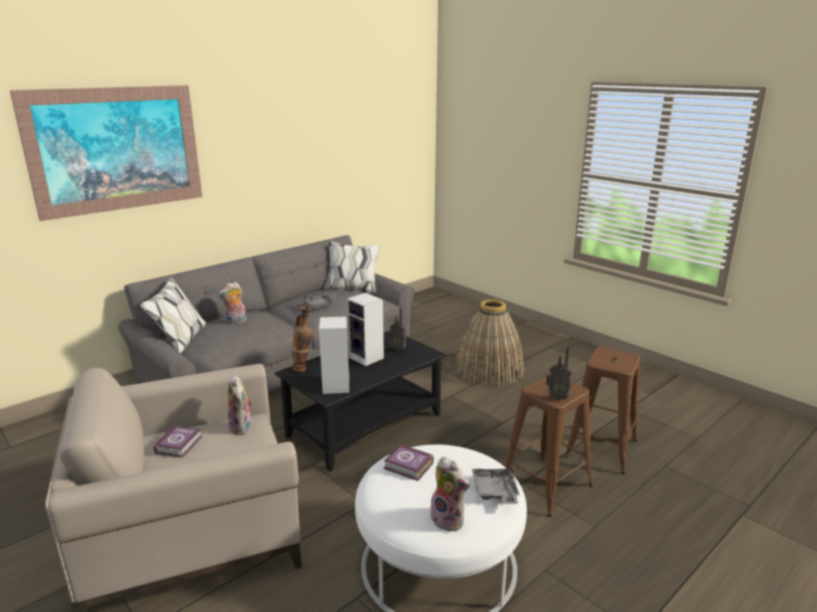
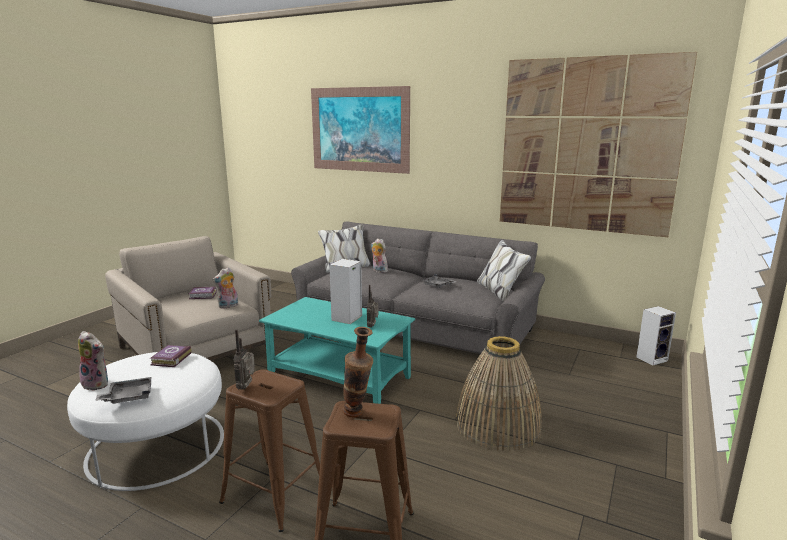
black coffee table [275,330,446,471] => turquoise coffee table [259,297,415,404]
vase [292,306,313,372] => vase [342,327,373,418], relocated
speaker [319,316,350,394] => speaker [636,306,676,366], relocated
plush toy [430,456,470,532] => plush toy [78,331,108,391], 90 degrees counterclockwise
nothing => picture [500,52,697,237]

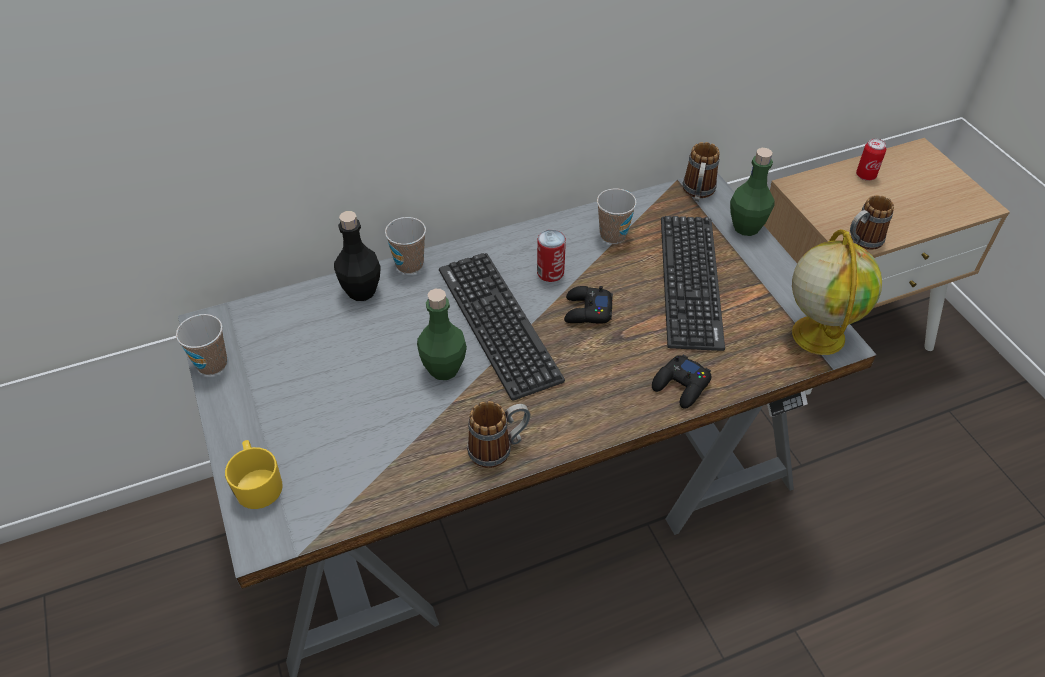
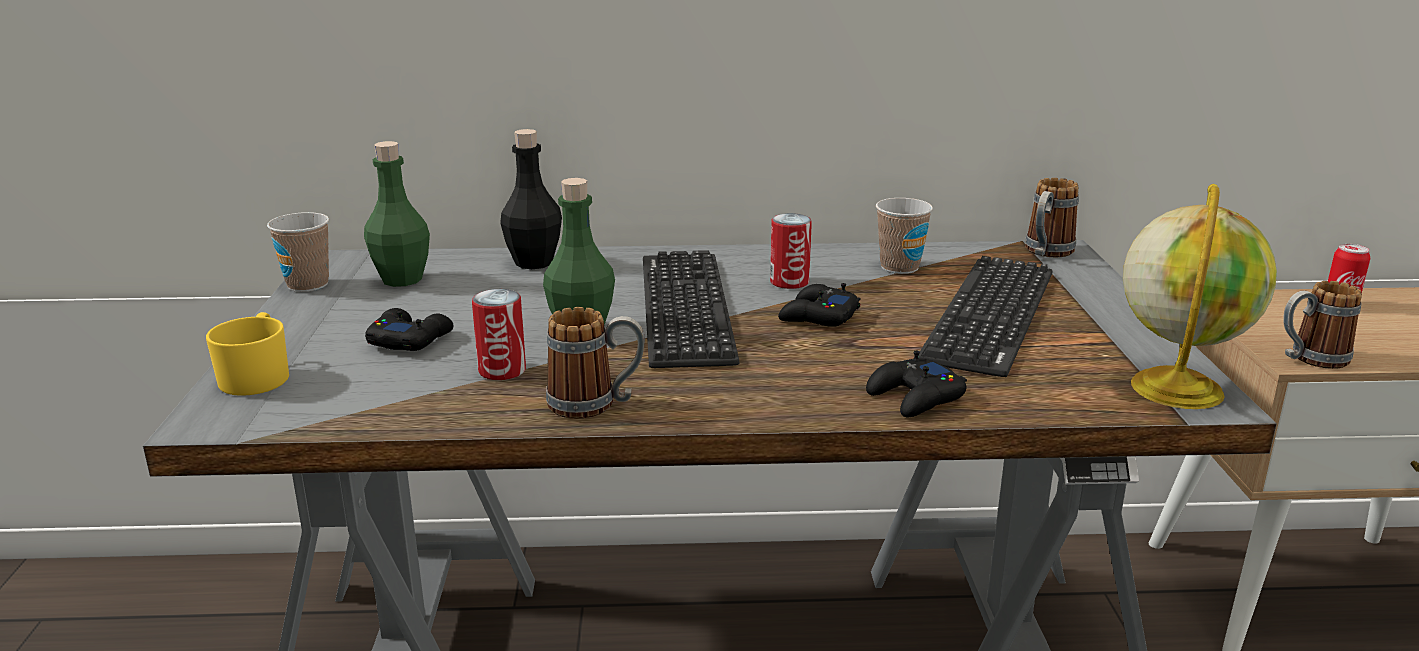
cup [385,217,426,274] => nothing
green bottle [730,148,775,236] => green bottle [364,141,430,287], relocated
nothing => black game controller [365,308,453,351]
nothing => can [472,289,526,380]

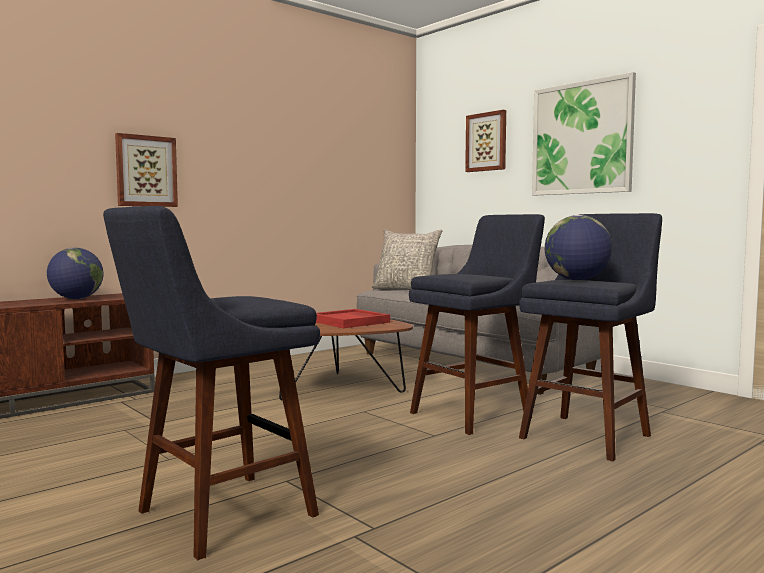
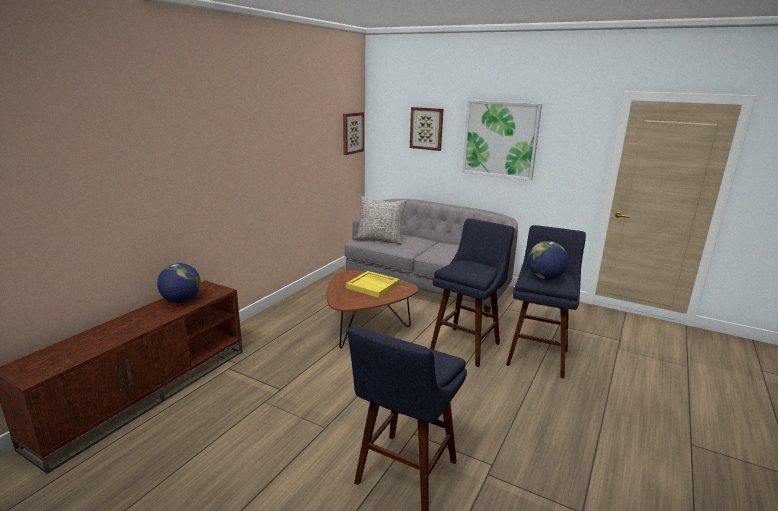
picture [115,133,178,207] => picture [343,112,364,155], relocated
red tray [316,309,390,328] => yellow tray [346,271,400,298]

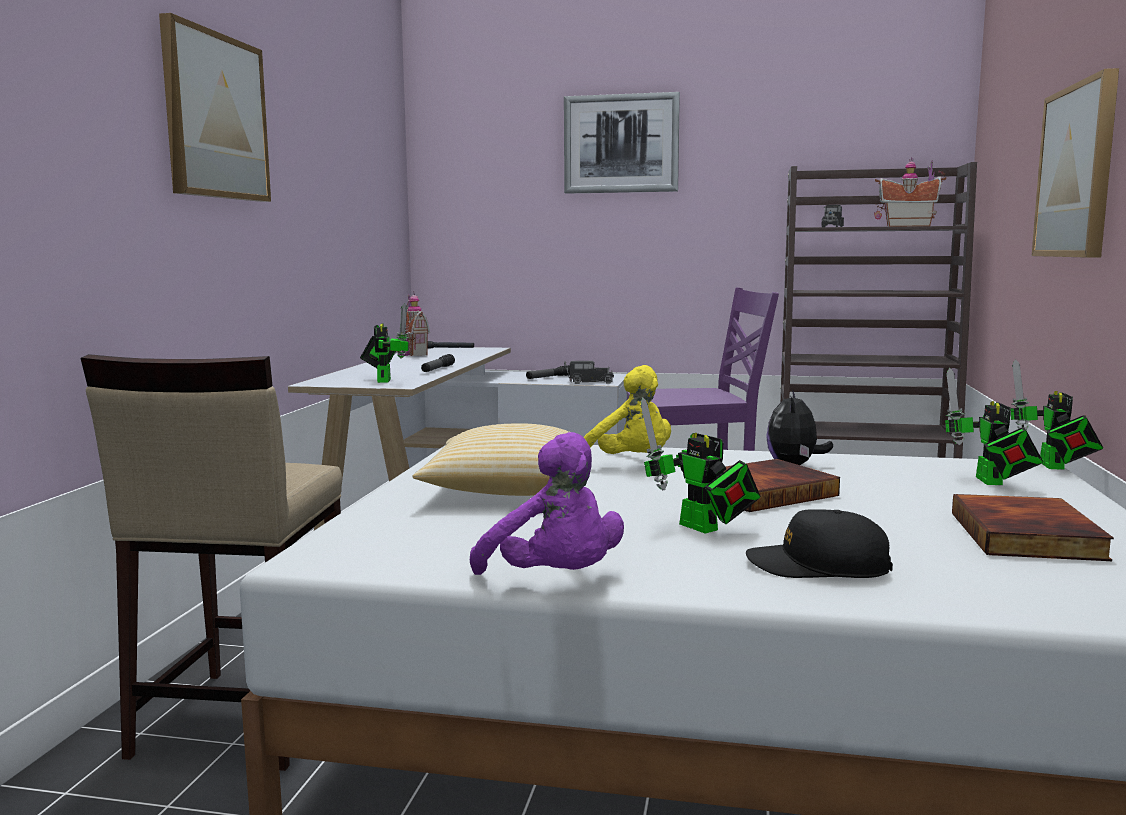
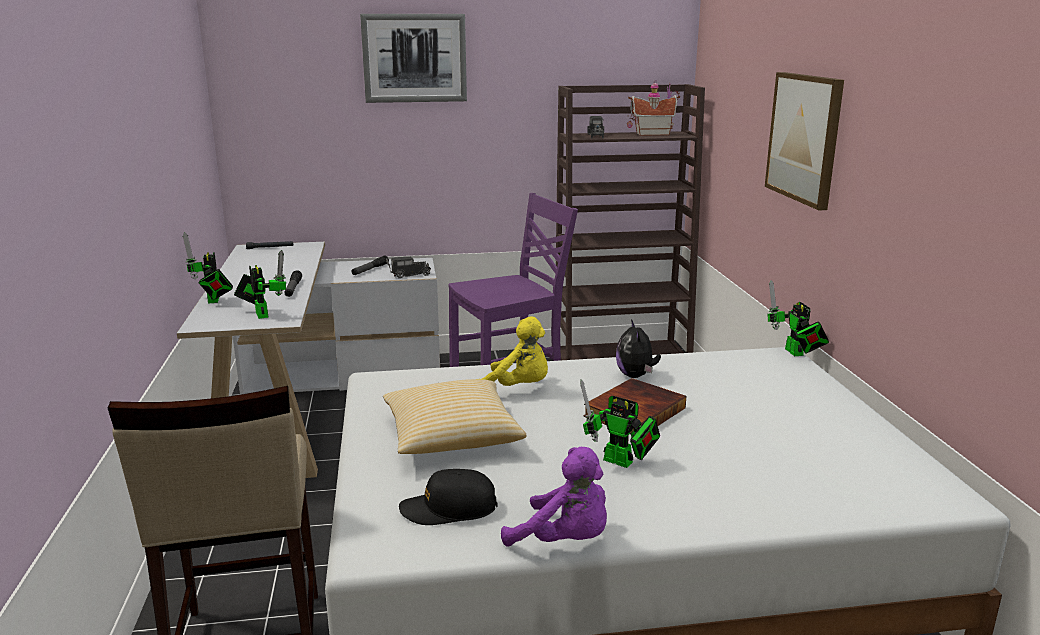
picture [159,13,271,202] => nothing
toy house [398,291,430,356] => nothing
black cap [746,509,893,578] => black cap [399,469,497,525], relocated
toy robot [945,368,1043,485] => toy robot [183,232,233,304], relocated
book [952,494,1114,561] => nothing

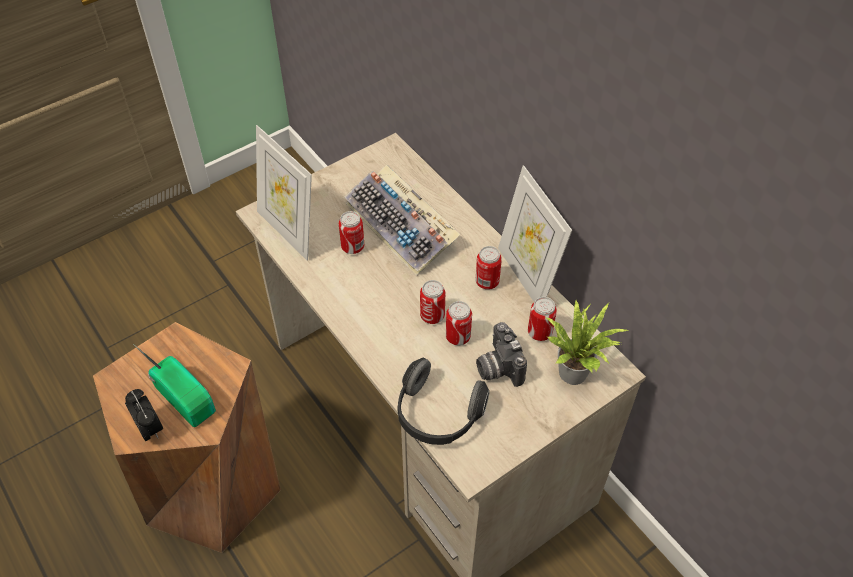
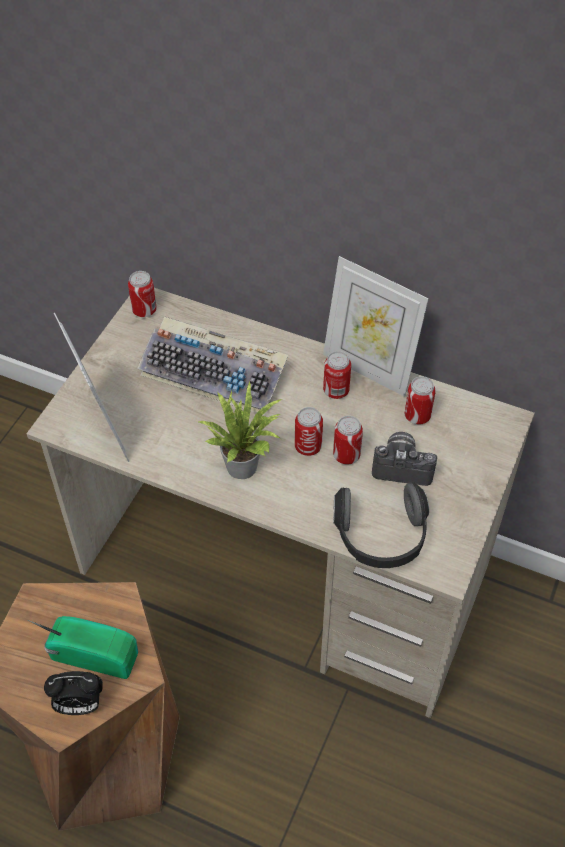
alarm clock [125,389,163,441] => alarm clock [44,671,103,715], 150 degrees clockwise
picture frame [256,125,312,261] => picture frame [54,312,129,462], 135 degrees counterclockwise
can [339,211,364,254] => can [128,271,157,317], relocated
photo camera [476,322,527,387] => photo camera [372,432,437,486], 150 degrees clockwise
potted plant [546,301,630,385] => potted plant [197,382,281,479], relocated

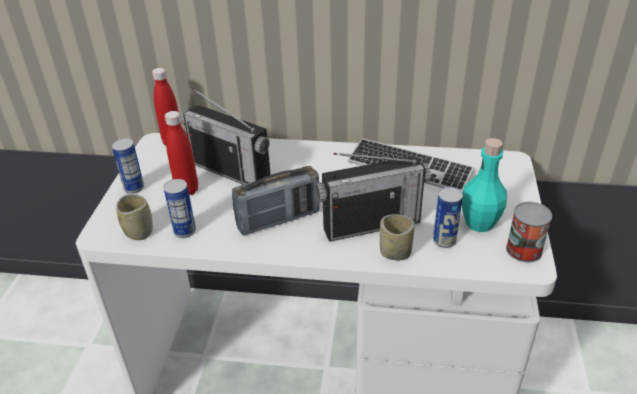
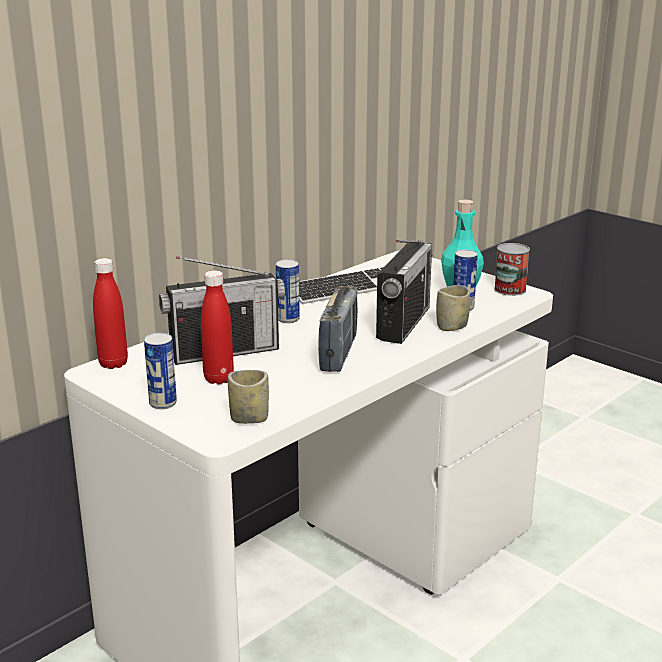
can [164,179,196,238] => can [276,260,300,323], relocated

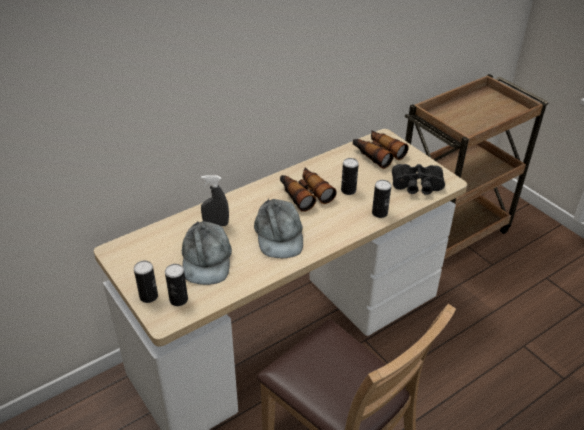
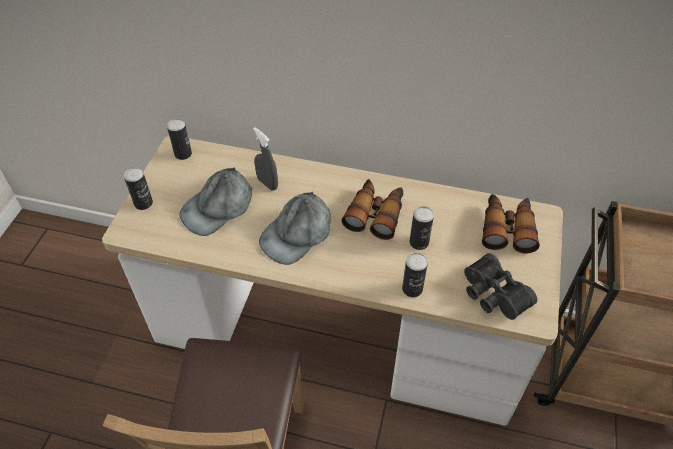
can [165,264,188,306] => can [167,118,192,160], relocated

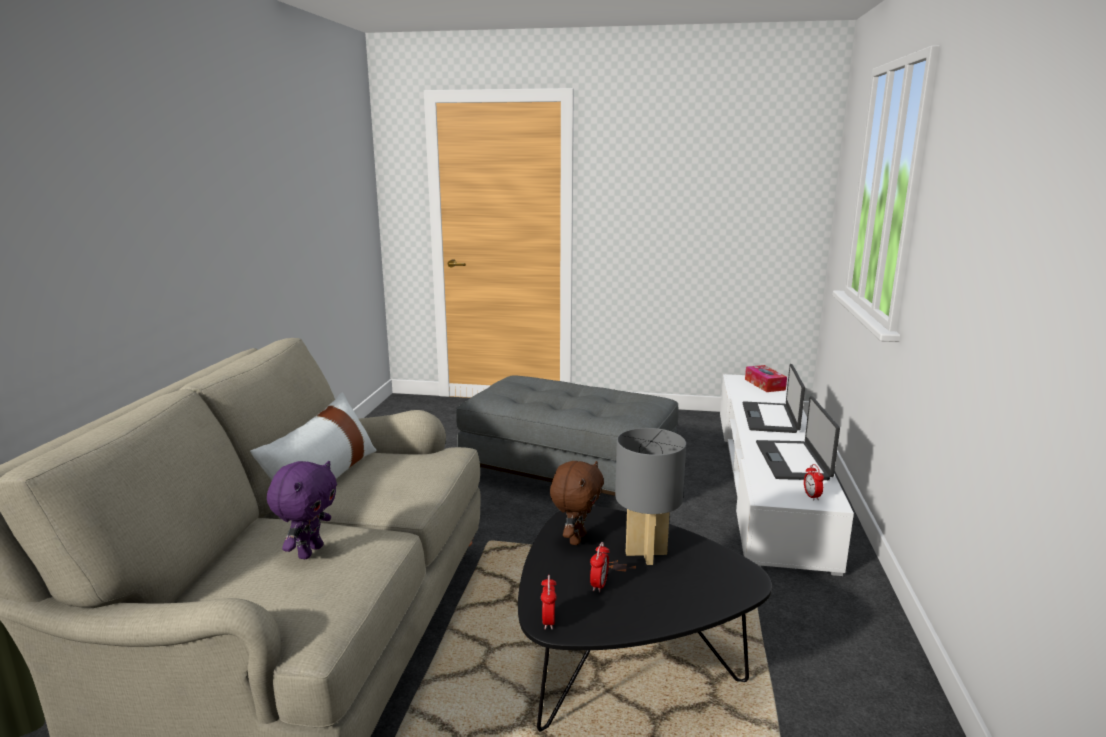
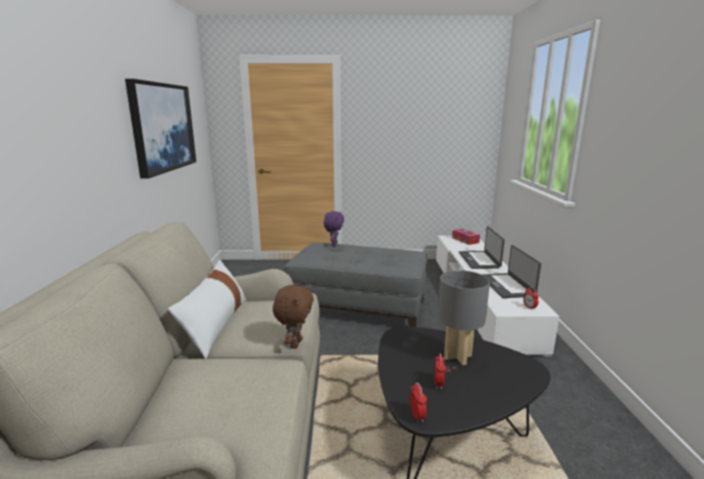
purple plush toy [267,461,337,559] => purple plush toy [324,211,344,246], relocated
brown plush toy [550,461,604,545] => brown plush toy [273,284,314,349], relocated
nothing => picture [125,79,196,179]

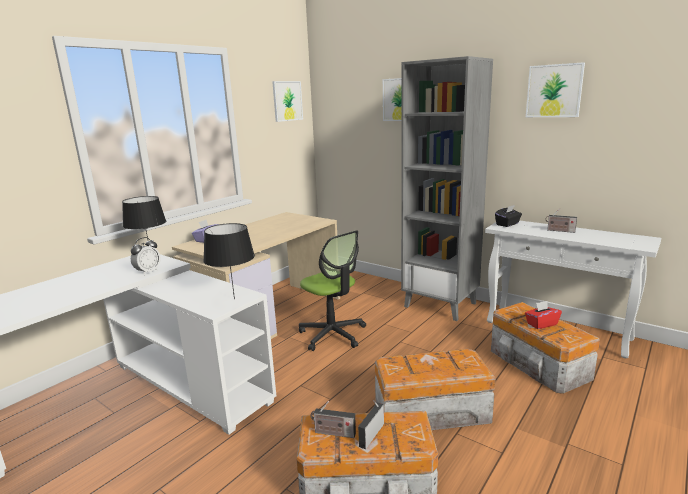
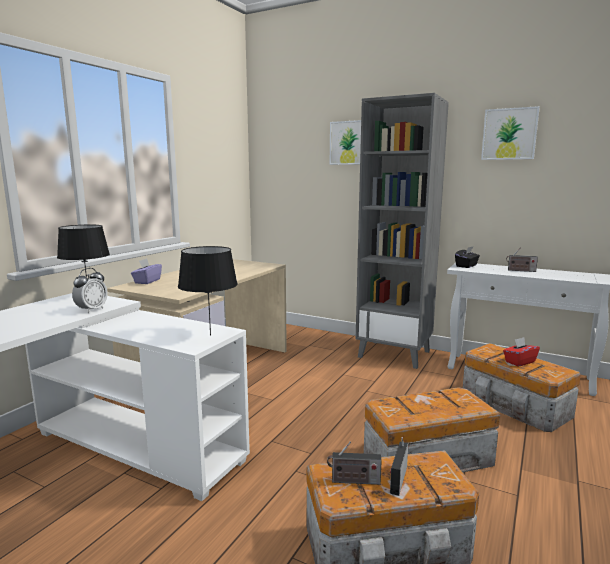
picture [272,81,303,122] => nothing
office chair [299,230,366,351] => nothing

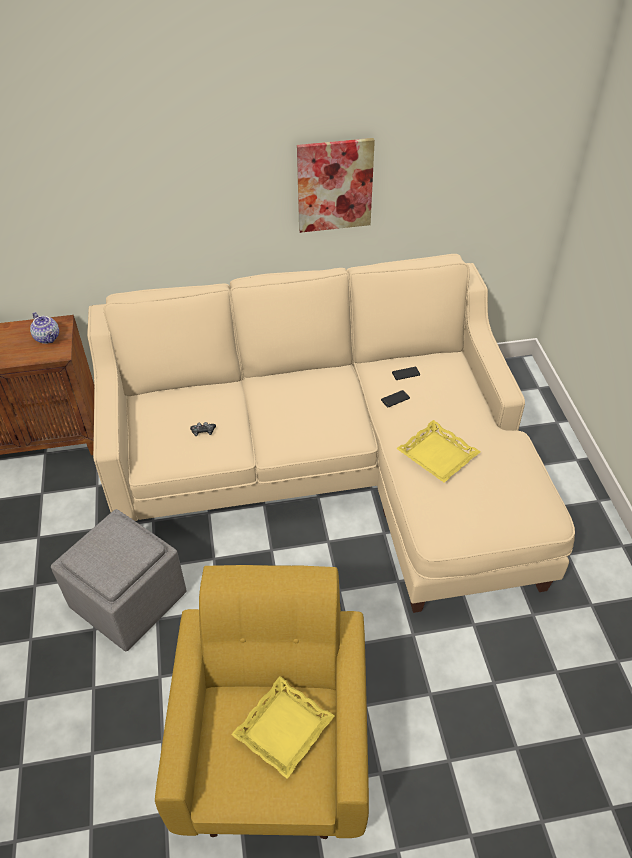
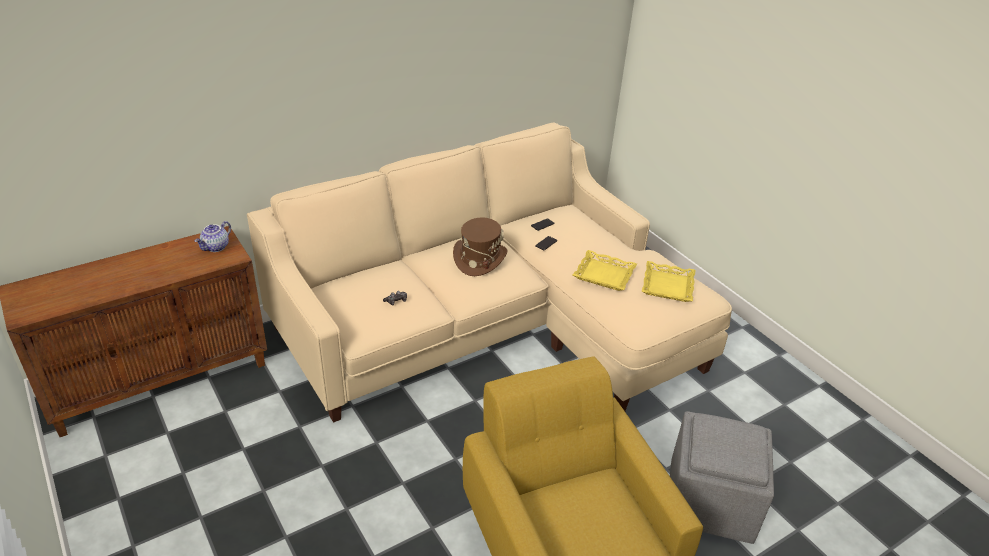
teapot [30,312,59,344] => teapot [195,221,231,252], 90 degrees clockwise
grey ottoman [51,509,187,651] => grey ottoman [670,411,774,544], relocated
yellow tray [231,676,334,779] => yellow tray [642,261,696,302], relocated
picture [297,138,375,233] => nothing
nothing => brown hat [453,218,508,276]

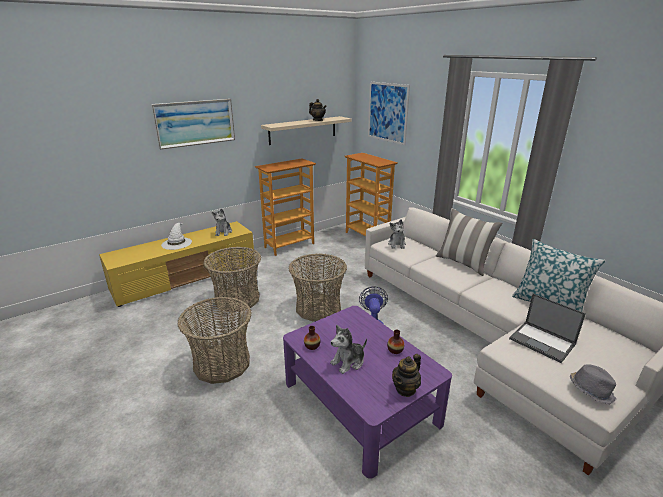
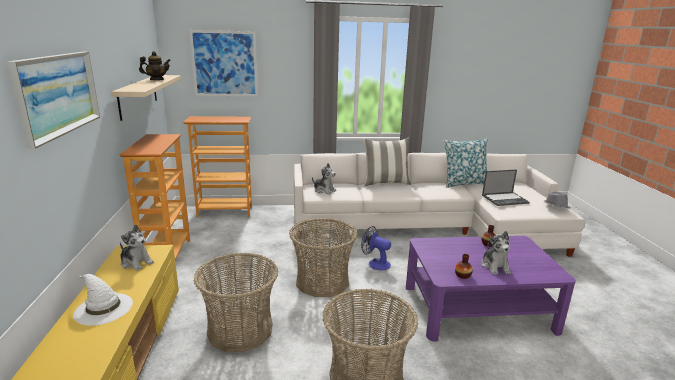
teapot [392,354,421,397] => nothing

